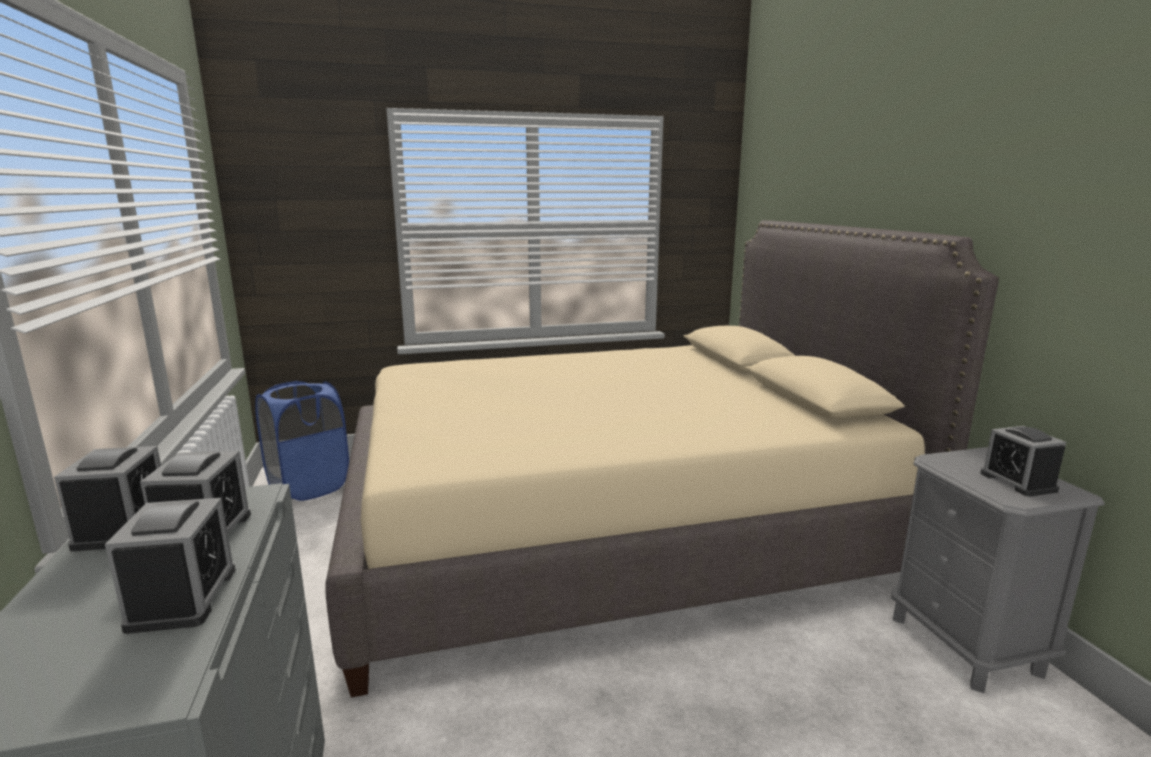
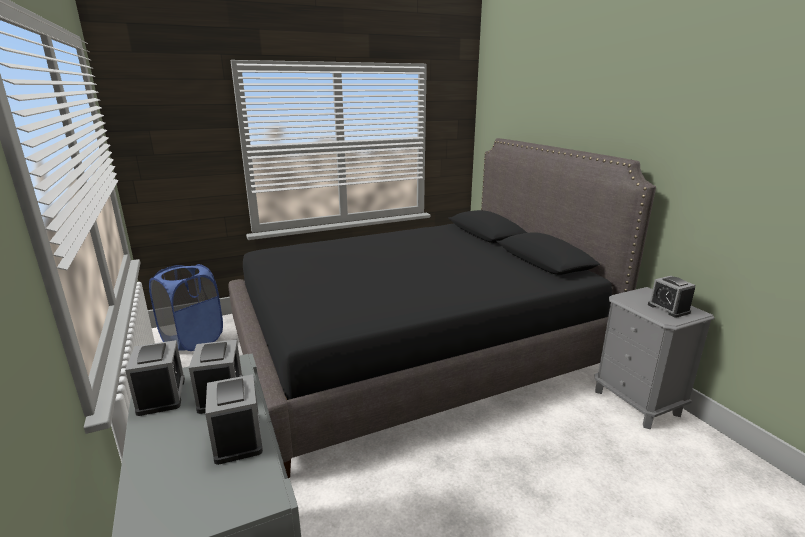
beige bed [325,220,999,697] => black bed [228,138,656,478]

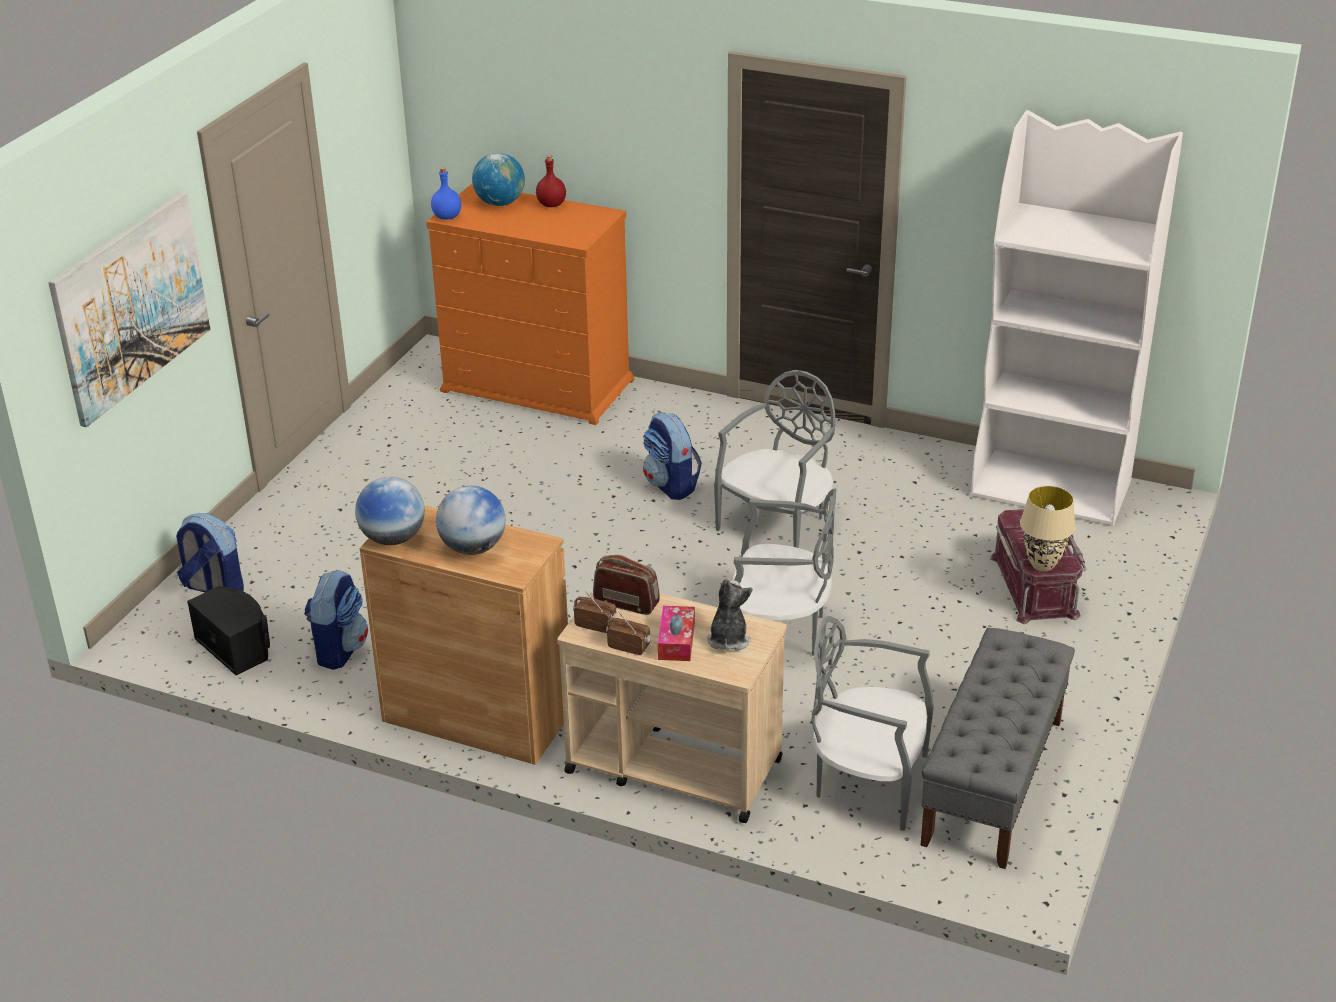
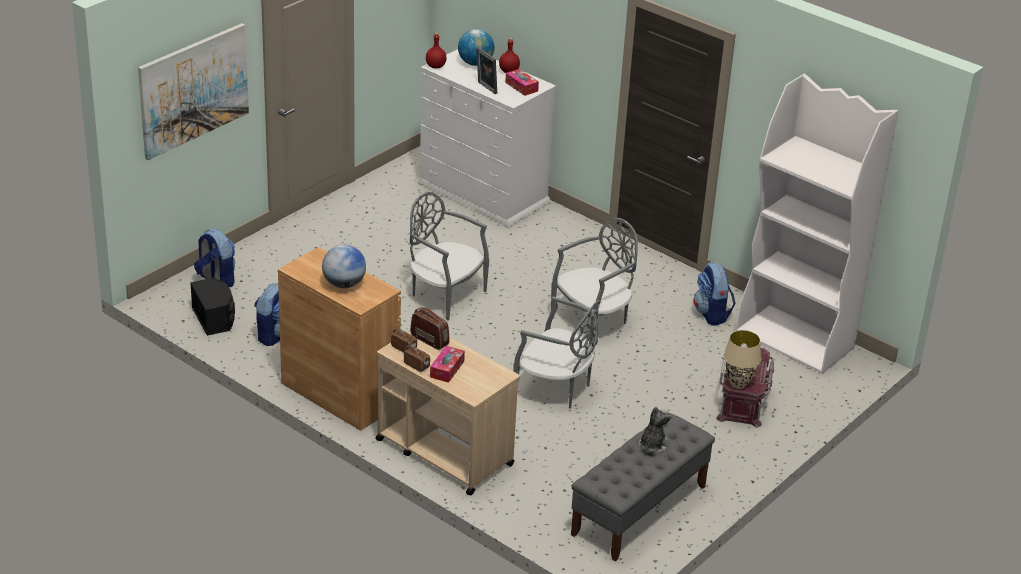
globe [355,477,425,545] => nothing
orange dresser [426,184,634,425] => white dresser [417,49,556,228]
blue bottle [431,167,461,220] => red bottle [426,33,446,68]
backpack [643,412,702,500] => backpack [693,262,736,326], relocated
plush toy [707,579,753,650] => plush toy [639,407,671,453], relocated
grey chair [811,616,934,831] => grey chair [410,192,489,321], relocated
nothing => picture frame [476,47,497,94]
nothing => tissue box [505,69,539,96]

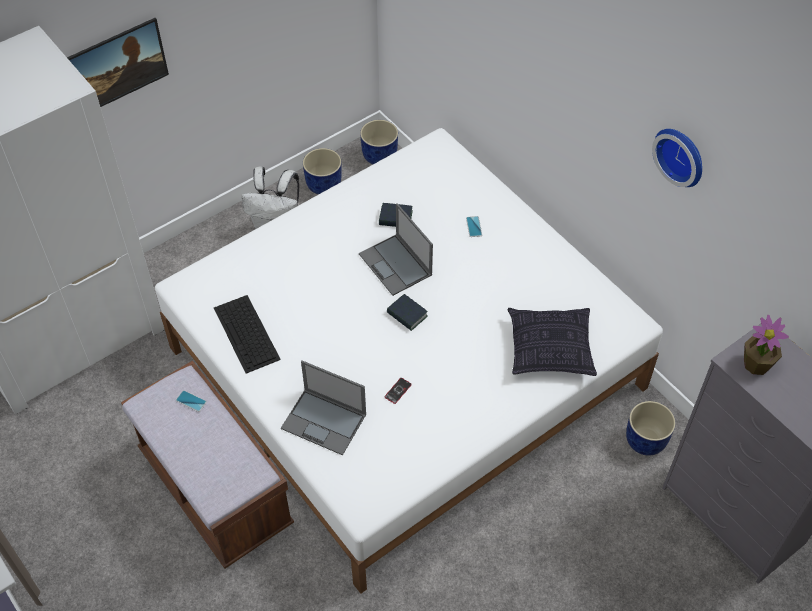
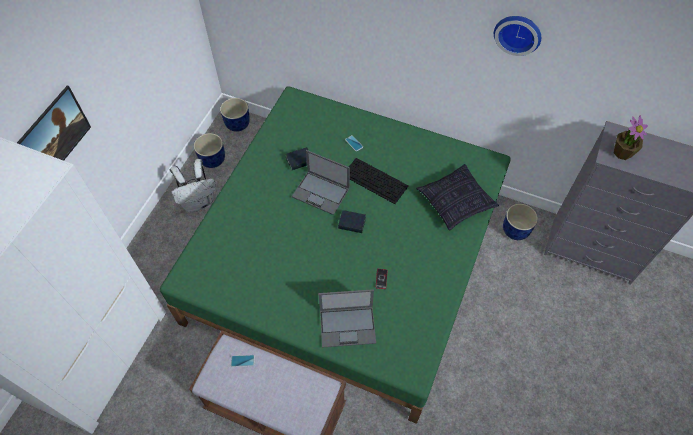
white bed [155,128,663,594] => green bed [160,86,510,424]
keyboard [214,295,281,374] => keyboard [349,158,409,204], relocated

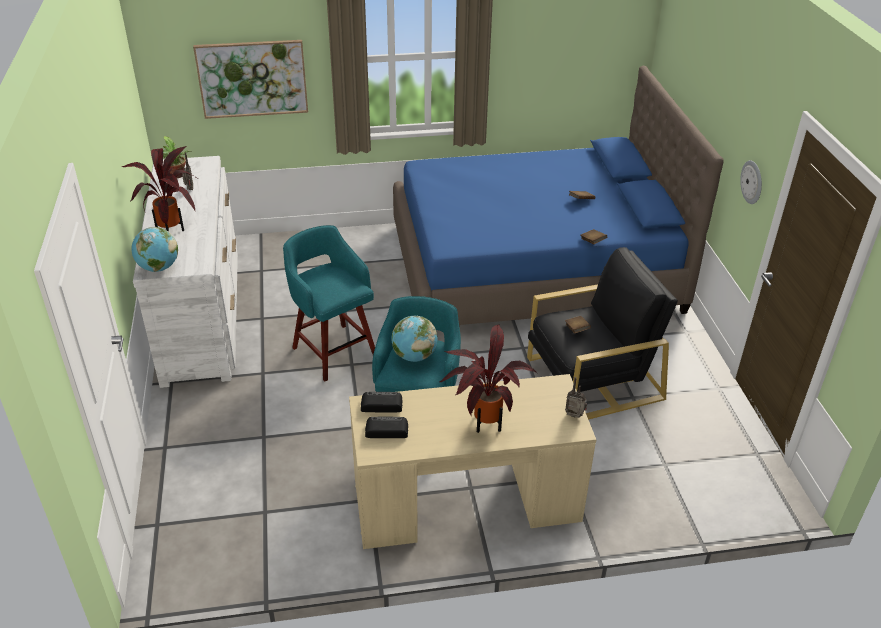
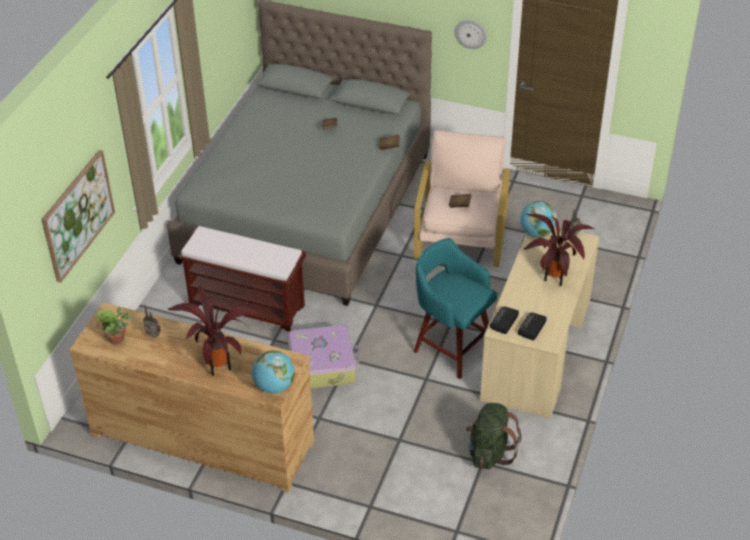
white dresser [133,156,238,388] => brown dresser [69,302,314,493]
turquoise stool [283,225,375,381] => suitcase [287,325,359,389]
globe [391,316,438,362] => globe [520,201,557,238], relocated
blue bed [393,66,724,325] => grey bed [167,0,432,306]
black armchair [527,247,678,420] => beige armchair [414,130,510,267]
nothing => brown bench [178,226,306,332]
nothing => green backpack [466,403,522,469]

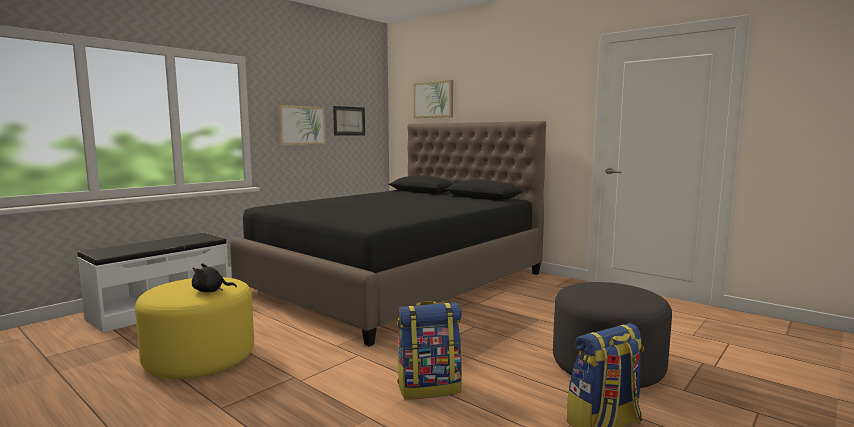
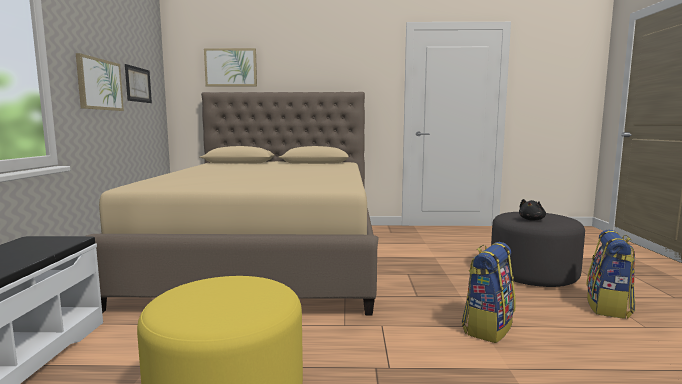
black plush toy [192,263,237,292] => black plush toy [519,199,546,221], relocated
black bed [230,121,546,346] => beige bed [86,92,378,315]

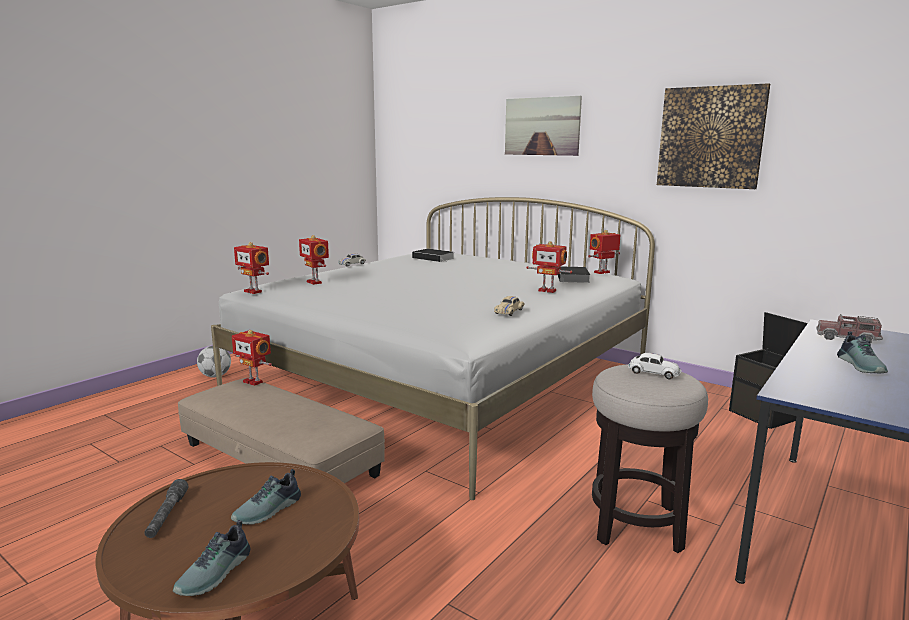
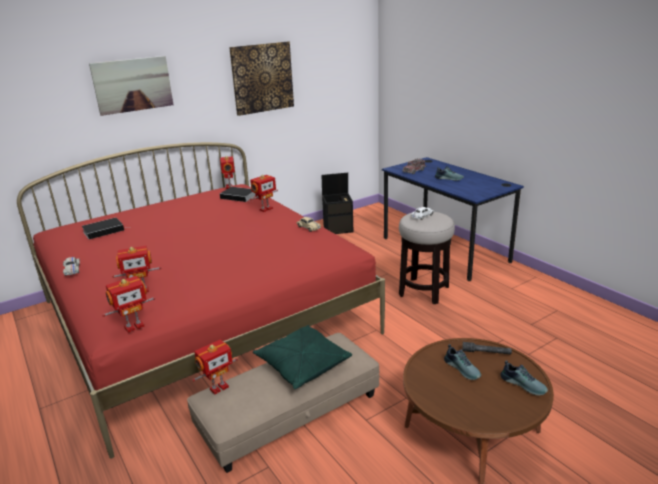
grey flashlight [144,479,188,538] => grey flashlight [462,342,512,354], relocated
football [197,346,231,377] => nothing
white bed [211,197,655,500] => red bed [17,142,385,459]
nothing => green pillow [253,325,352,389]

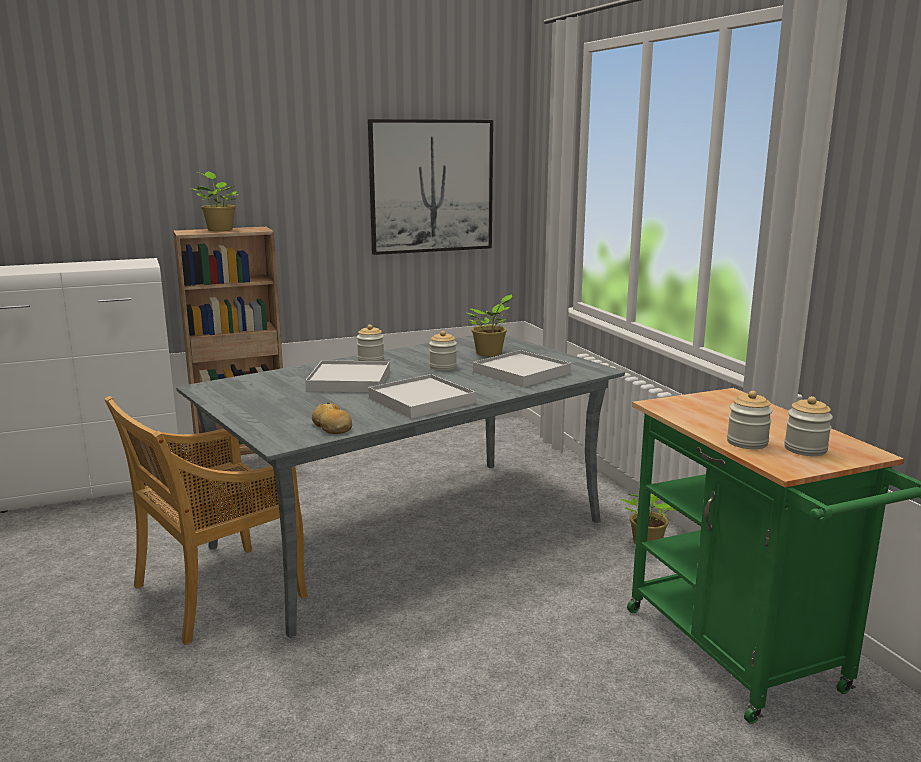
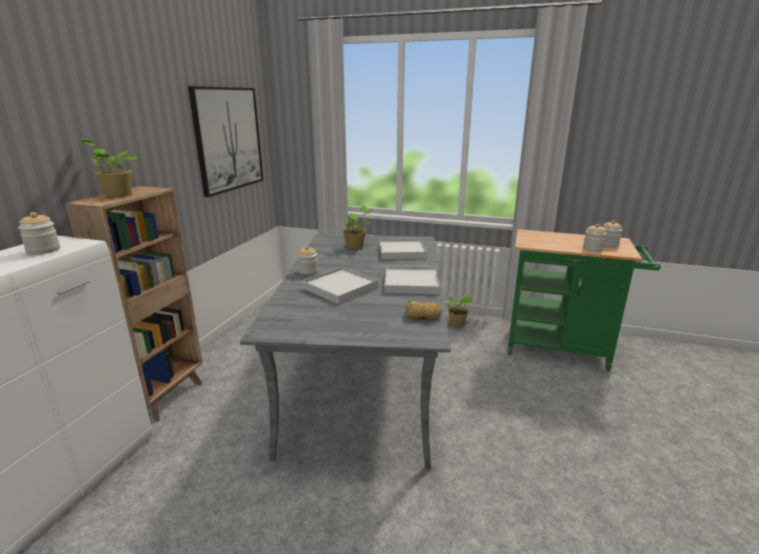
beige chair [104,396,308,645] => nothing
jar [429,331,457,371] => jar [18,212,60,255], relocated

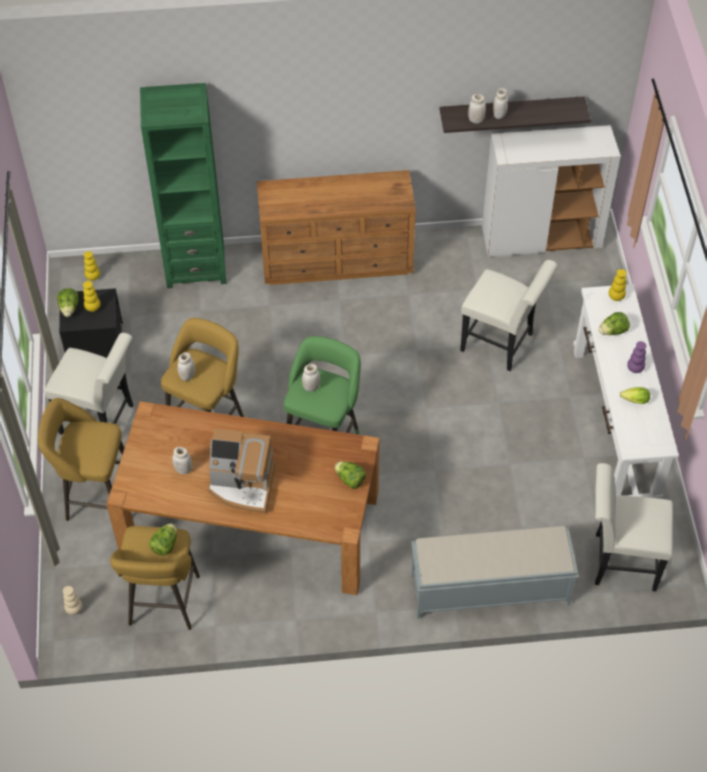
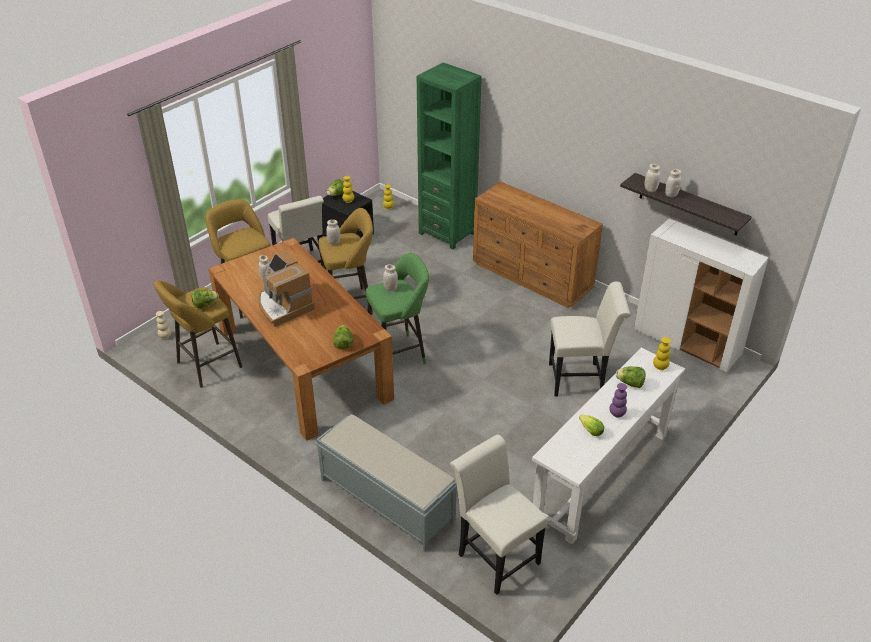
white chair [460,260,558,371] => white chair [549,282,630,397], 75 degrees counterclockwise

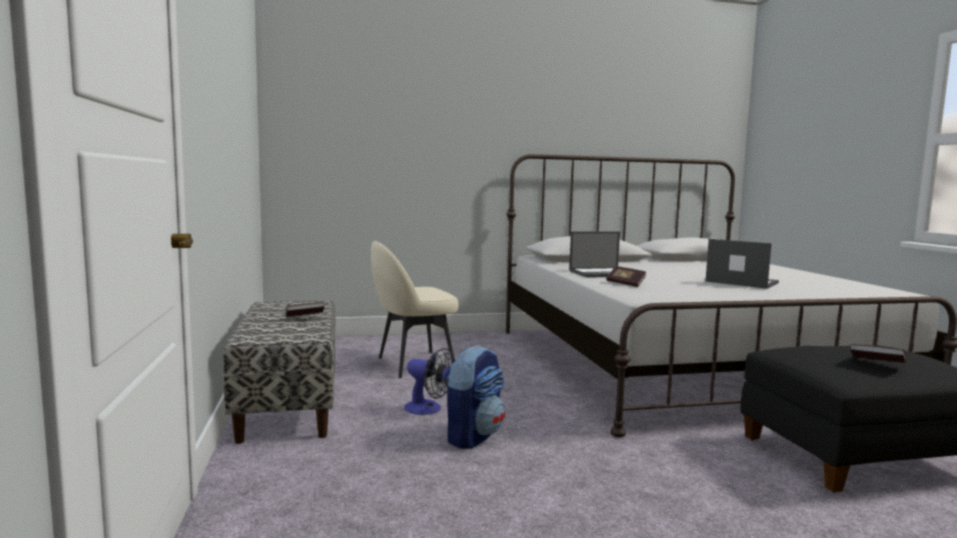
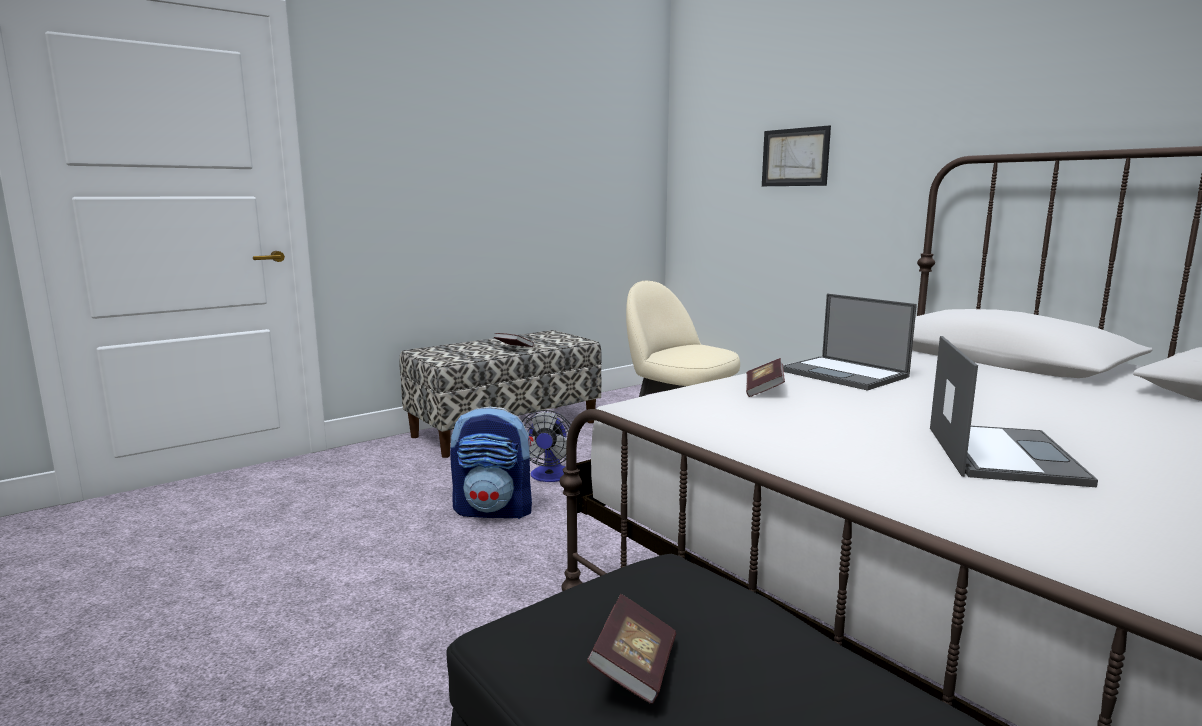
nothing => picture [762,125,831,186]

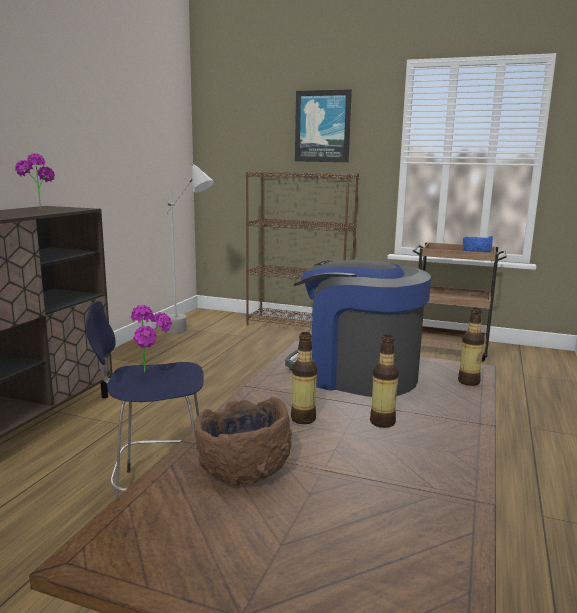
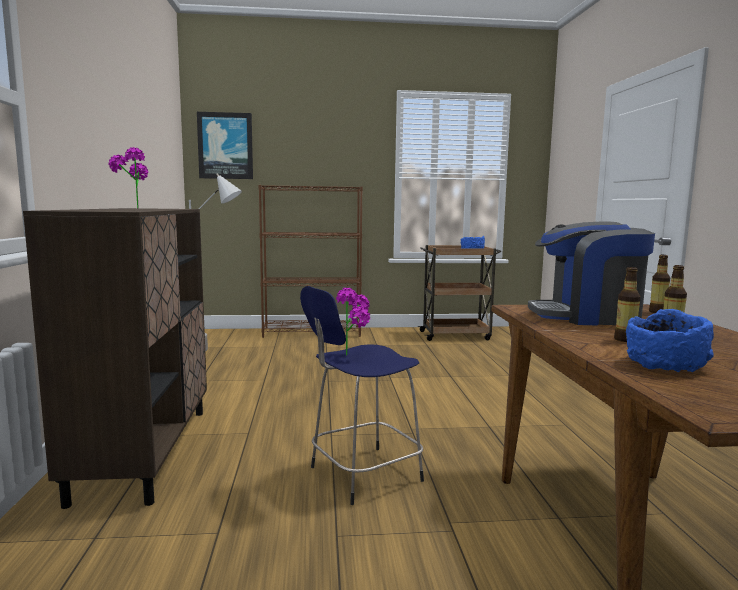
brown bowl [194,397,292,486] => blue bowl [626,309,714,372]
picture [295,89,352,162] => picture [197,112,253,179], relocated

